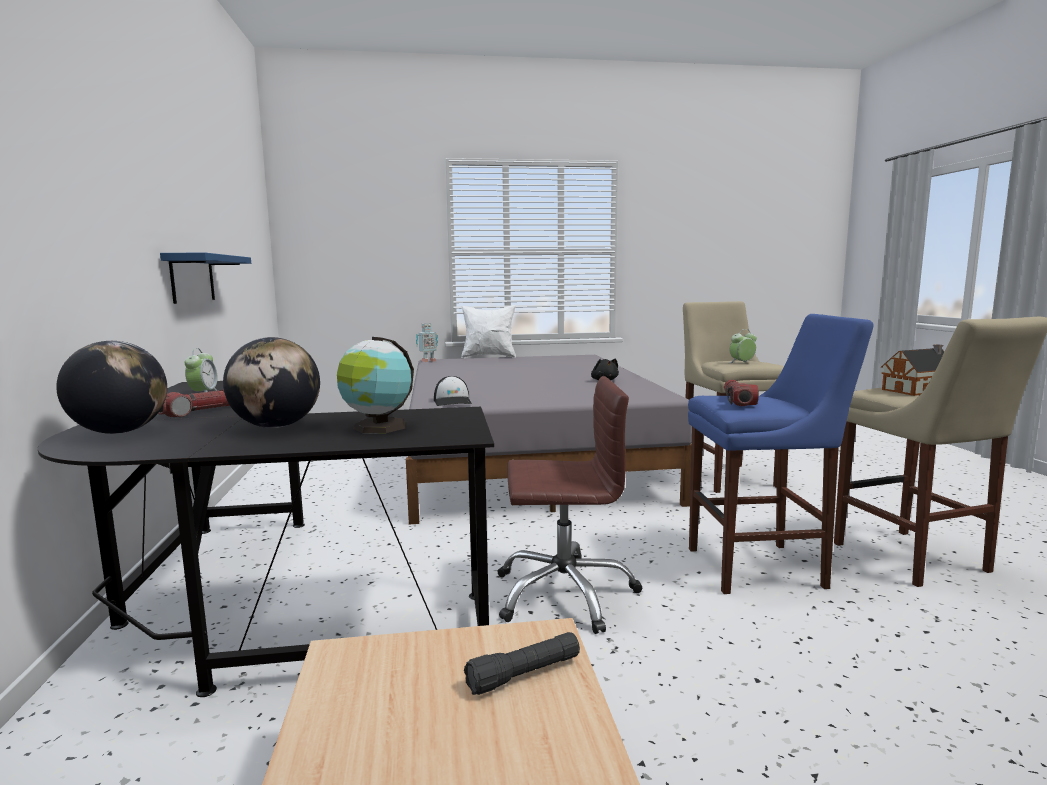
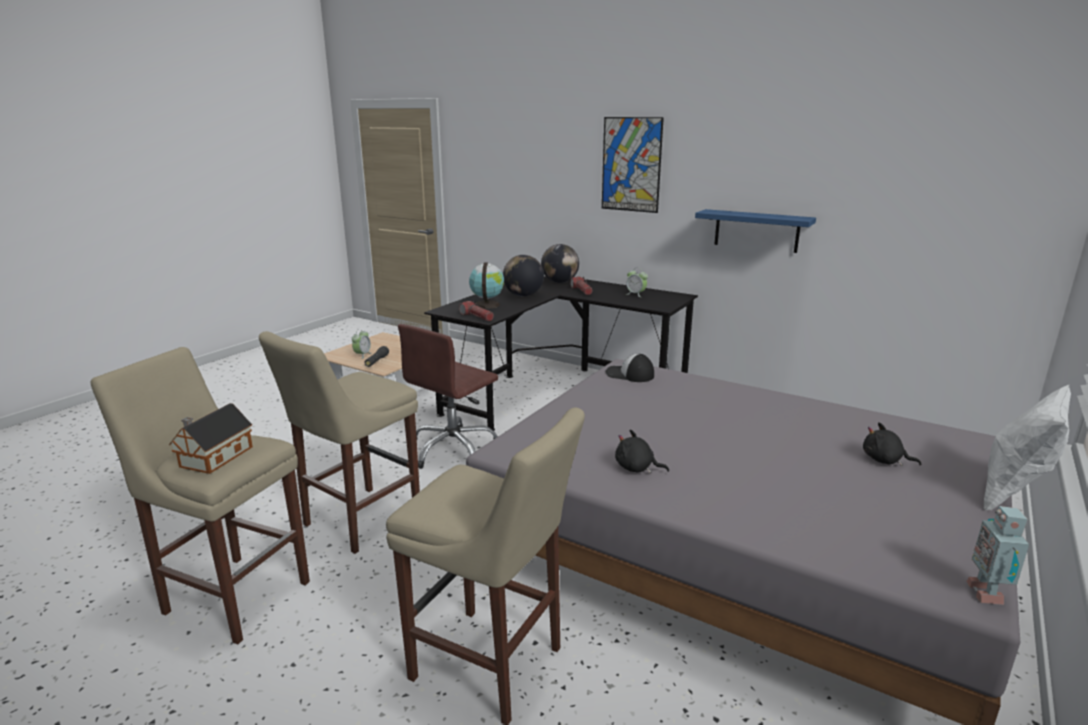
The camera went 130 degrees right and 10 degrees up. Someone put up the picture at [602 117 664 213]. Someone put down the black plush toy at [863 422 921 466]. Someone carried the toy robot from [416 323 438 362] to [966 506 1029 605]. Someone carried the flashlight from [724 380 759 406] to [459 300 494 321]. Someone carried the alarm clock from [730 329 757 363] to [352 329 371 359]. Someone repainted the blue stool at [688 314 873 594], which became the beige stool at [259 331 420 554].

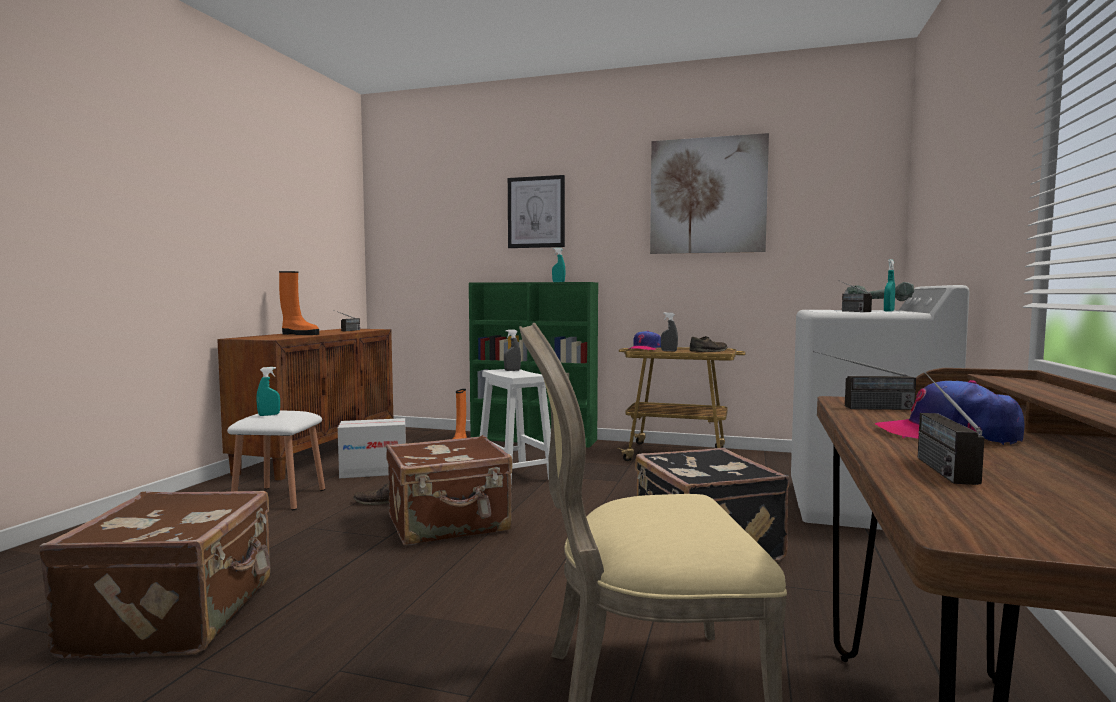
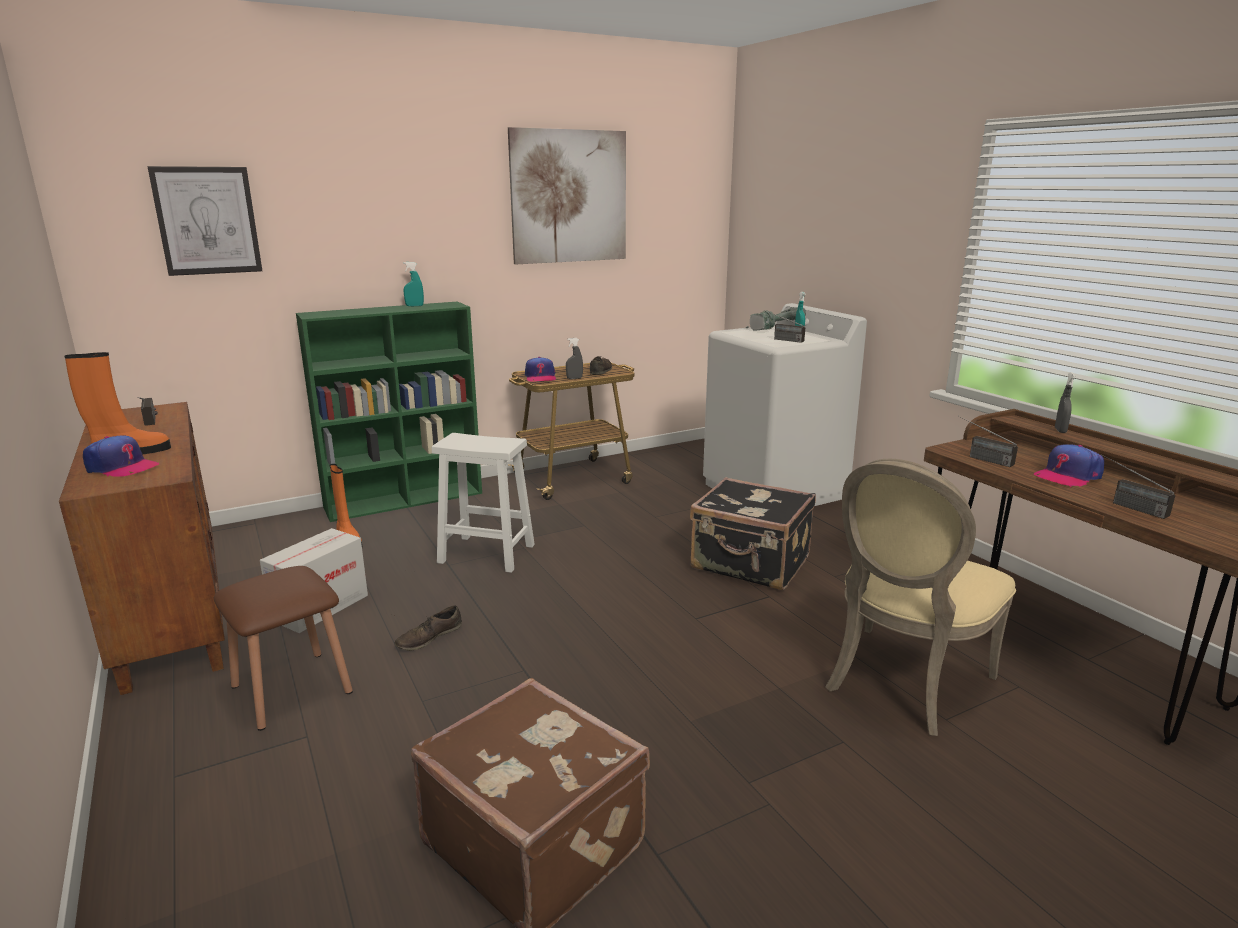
The camera went 45 degrees left and 15 degrees up. Someone took away the turquoise spray bottle at [257 367 280 416]. Someone took away the brown suitcase at [386 435 512 546]. Someone put down the cap at [83 435 159 477]. Someone carried the grey spray bottle from [504 330 521 371] to [1055 372 1076 433]. Someone carried the picture from [508 175 565 248] to [147 166 262 276]. Someone repainted the white stool at [227 411 325 510], which became the brown stool at [214 566 353 731]. Someone rotated the radio at [813 351 916 410] by 90 degrees clockwise.

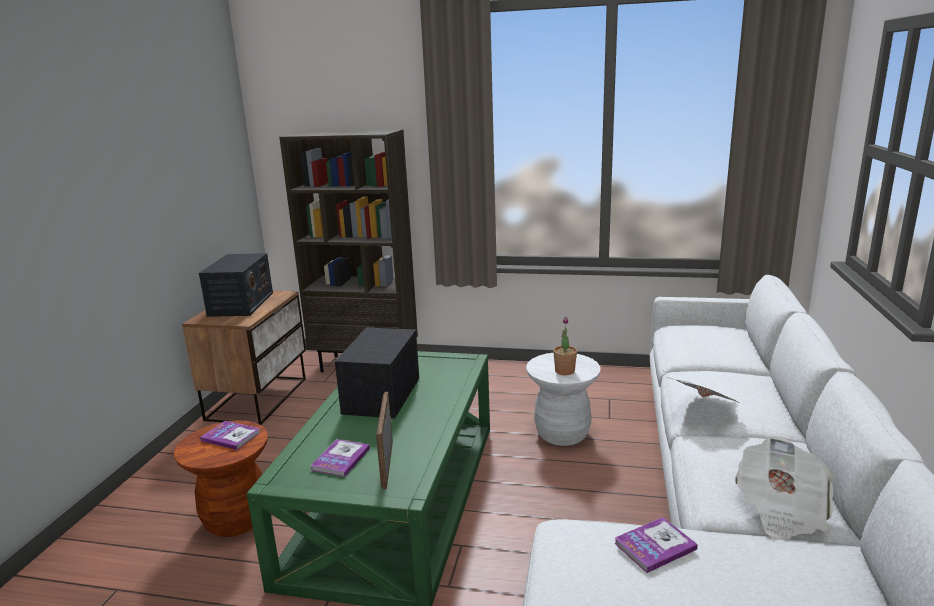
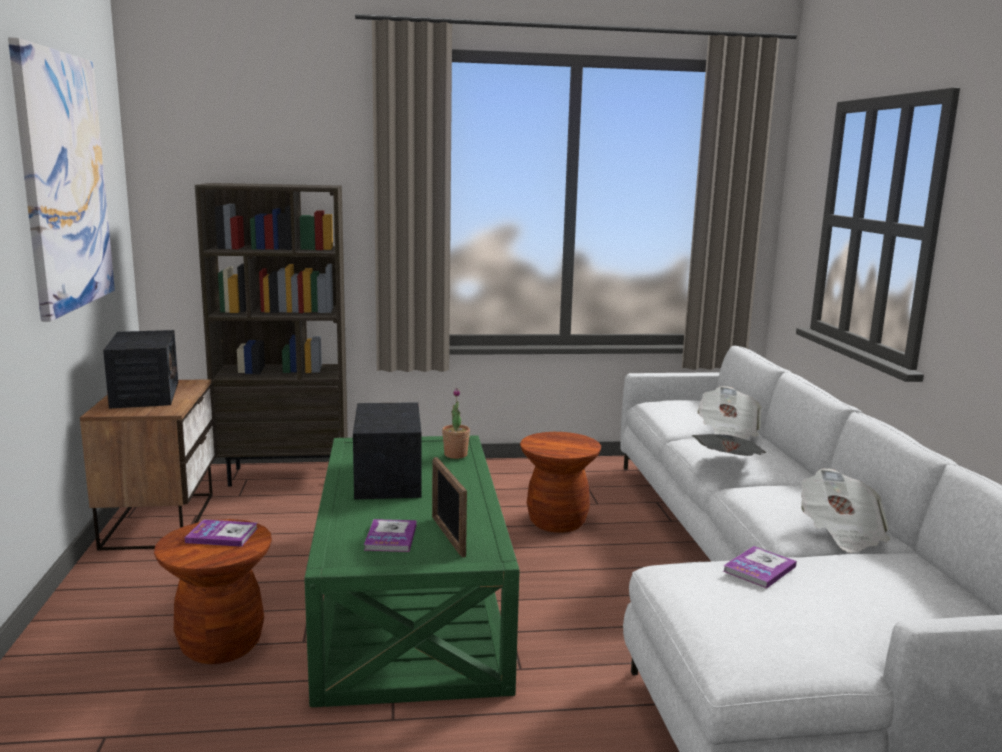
The camera went 20 degrees left and 5 degrees down. Someone put up the picture at [8 37 115 321]. Someone put down the newspaper at [697 386 761 439]. Someone carried the potted plant from [553 317 577 375] to [442 388 470 459]. Someone repainted the white stool at [526 353 601 446], which became the brown stool at [520 432 601 533].

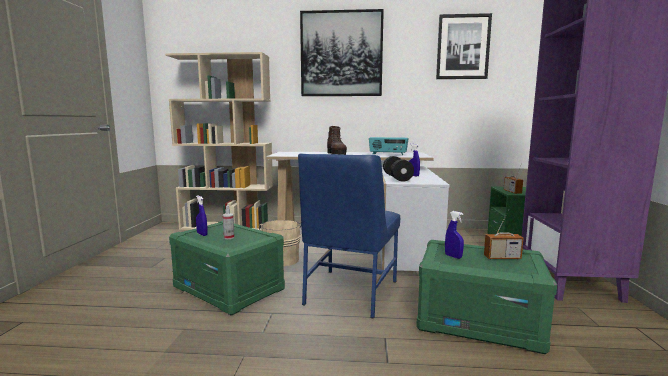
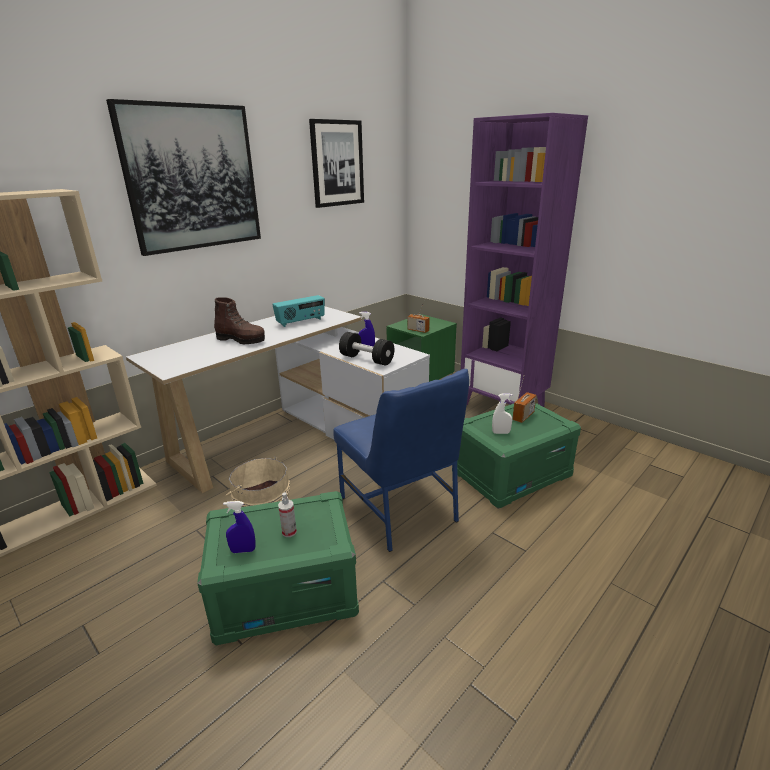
The camera went 50 degrees left and 15 degrees up. Someone repainted the blue spray bottle at [445 211 464 259], which became the white spray bottle at [492 394 513 434].

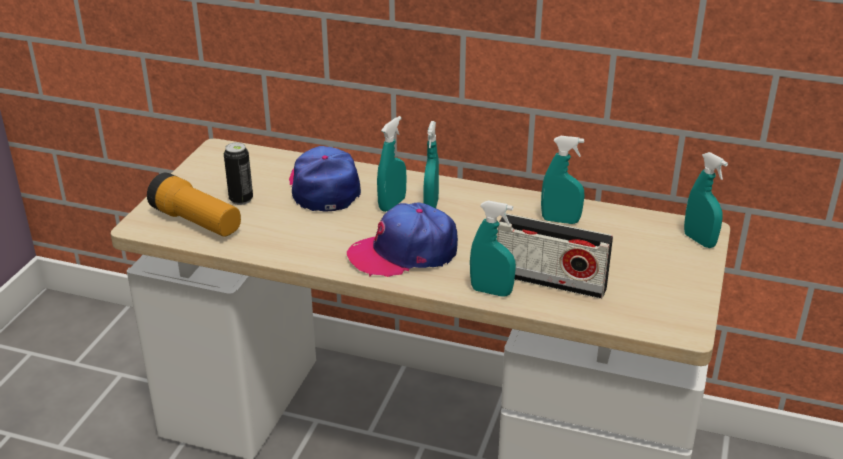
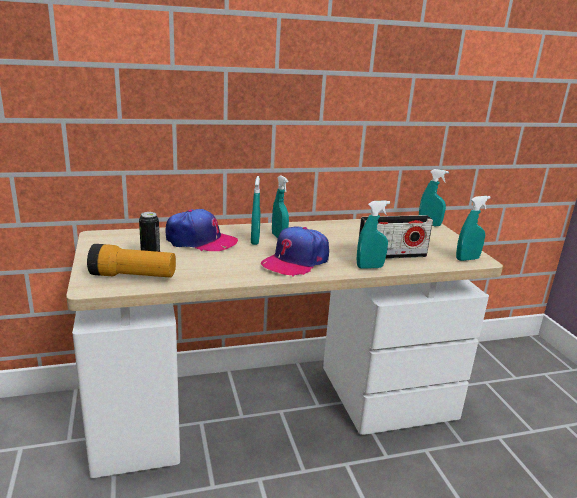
The camera went 35 degrees left and 10 degrees down. Someone carried the turquoise spray bottle from [541 136 584 224] to [456 196 491 261]. Someone rotated the cap at [289 146 361 212] by 150 degrees clockwise.

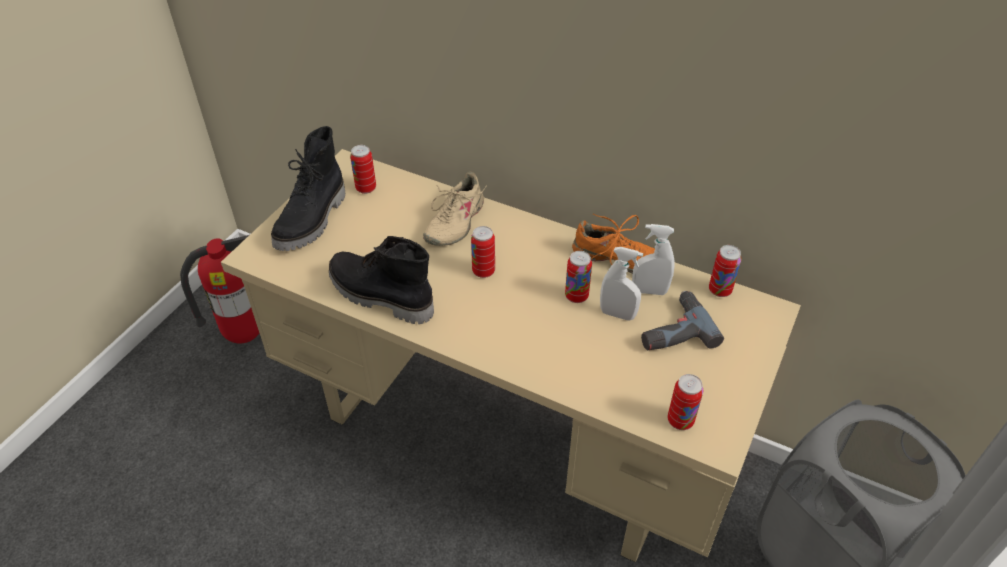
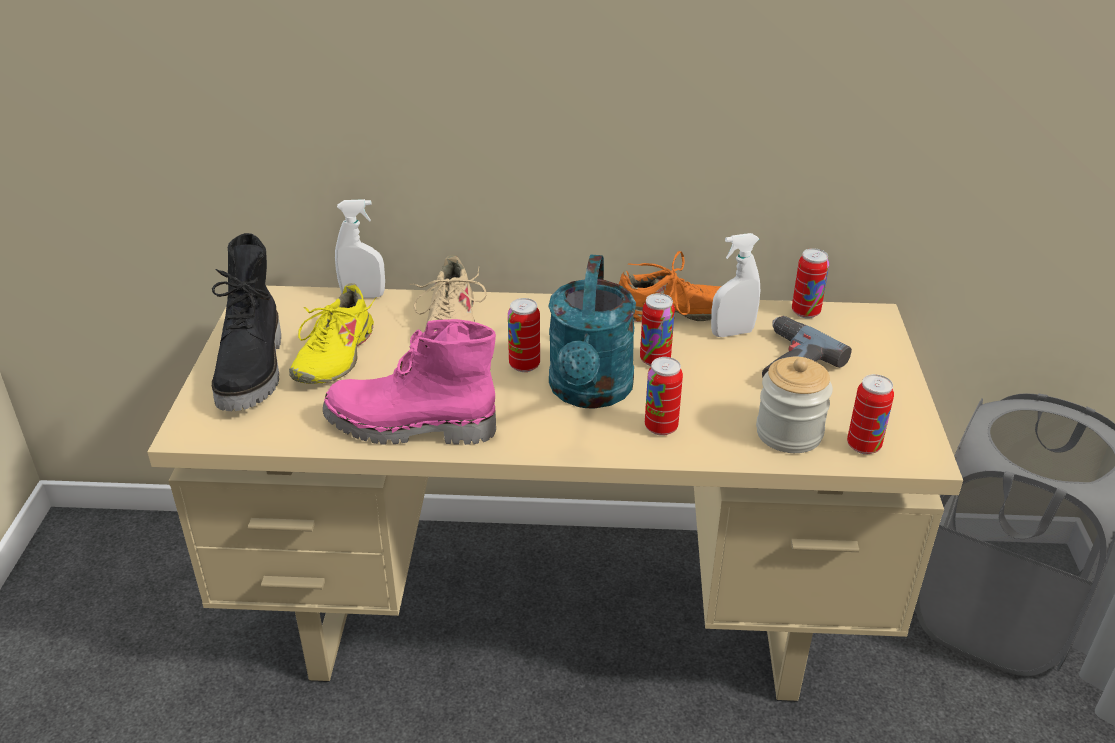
The camera went 25 degrees left and 10 degrees down. Someone took away the fire extinguisher at [180 235 259 344]. Someone put down the yellow shoe at [289 283 376 384]. Someone put down the turquoise watering can at [548 255 636 408]. Someone put down the jar at [756 357 833 453]. Someone carried the can from [350 145 376 194] to [645 357 683 436]. Someone carried the white spray bottle from [600 247 643 321] to [335 199 385 298]. Someone repainted the black boot at [329 236 434 324], which became the pink boot at [323 319 496 445].

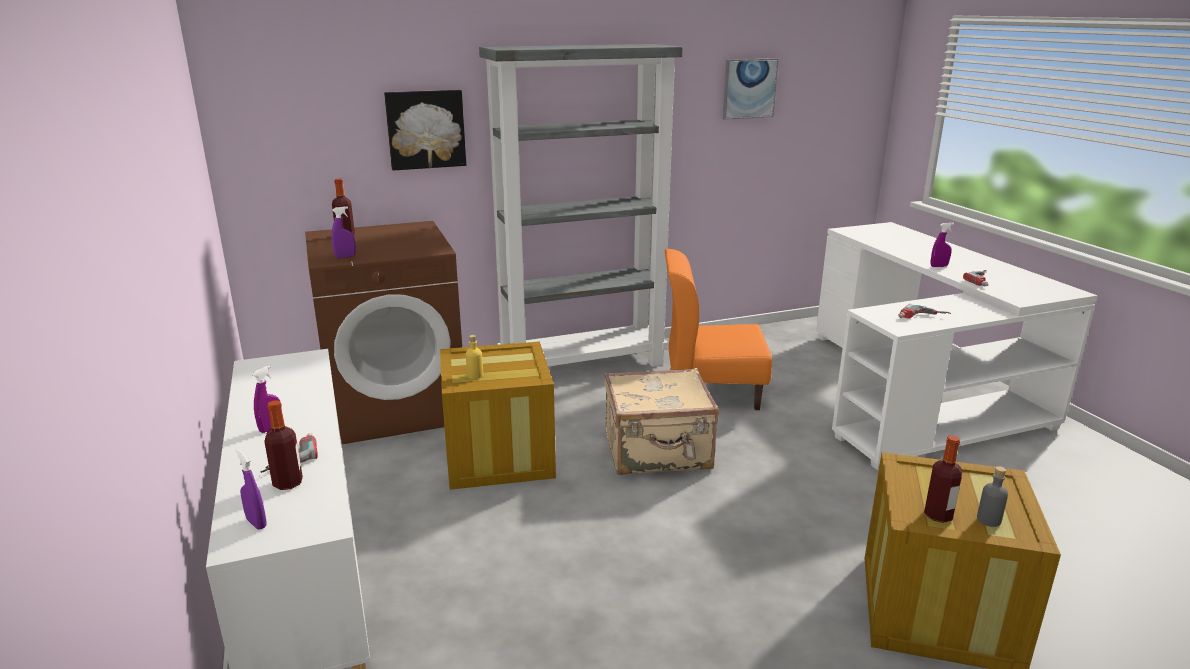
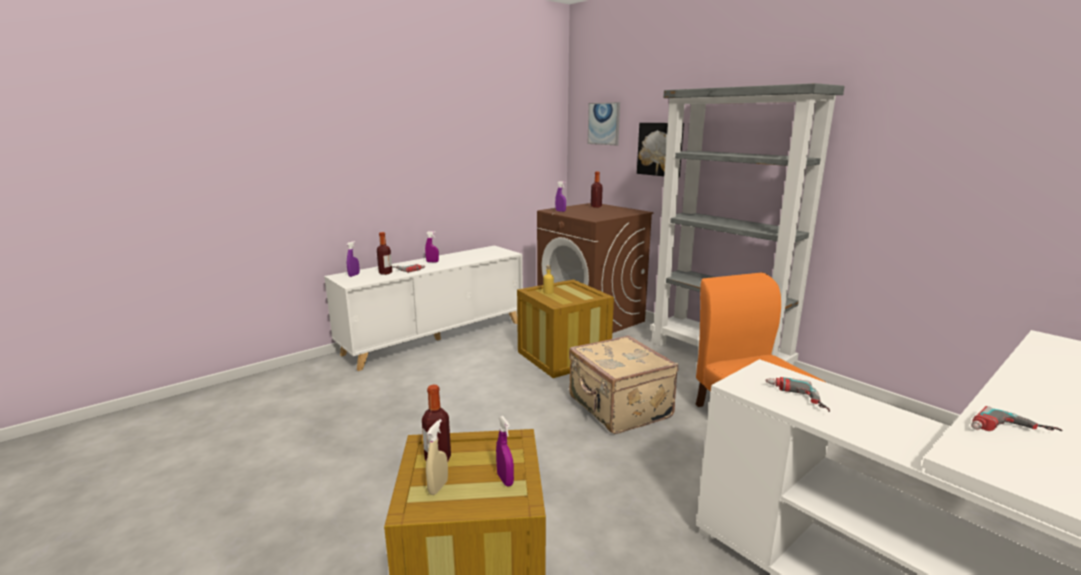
The camera went 70 degrees right and 5 degrees down. Someone carried the picture from [723 58 778 120] to [588 102 620 145]. Someone carried the purple spray bottle from [931 223 954 267] to [496 416 514 486]. Someone swapped the grey bottle at [977 466 1008 527] for the beige spray bottle at [426 419 448 495].

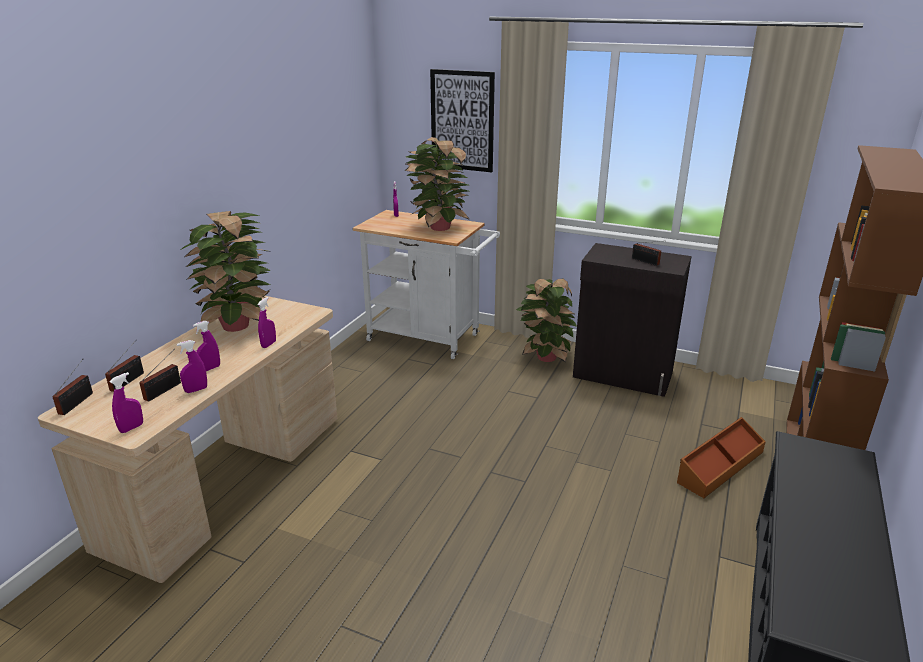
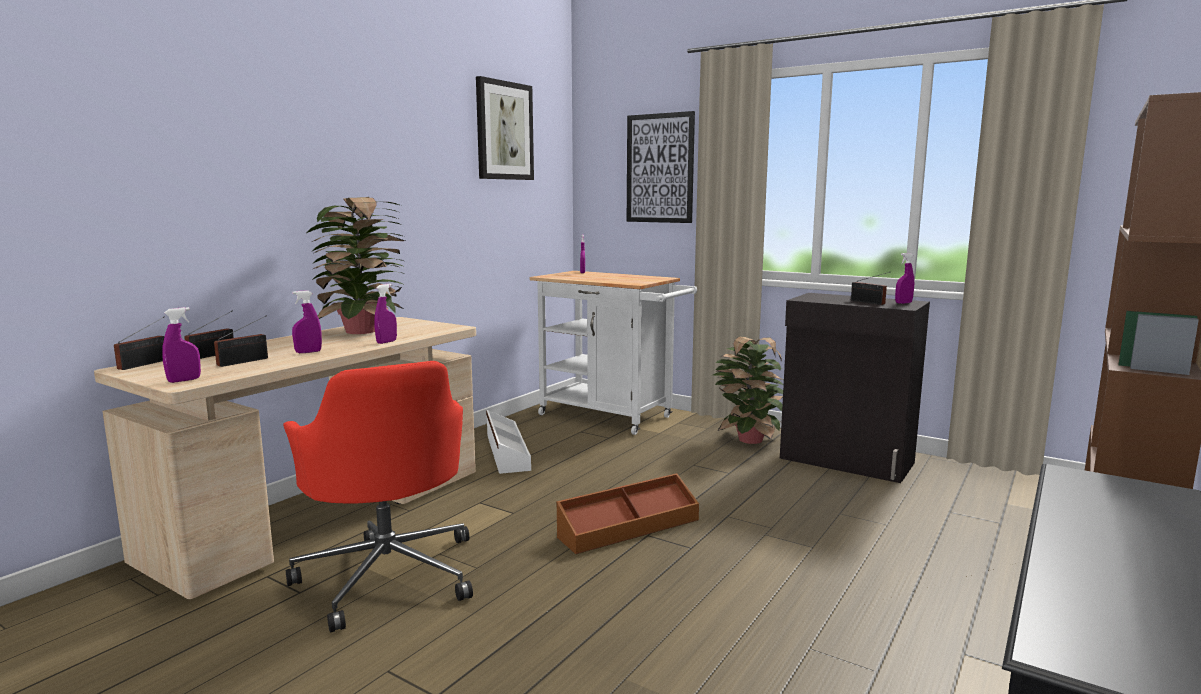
The camera went 10 degrees right and 15 degrees down. Someone took away the potted plant at [405 137 470 231]. Someone put down the red office chair at [283 361 473 633]. Someone put up the picture at [476 76 534 180]. Someone put down the white storage box at [486 410 531 474]. Someone carried the purple spray bottle from [177 340 207 393] to [895 253 914 304]. Someone carried the brown storage box from [677 417 766 498] to [556 473 699 554].

